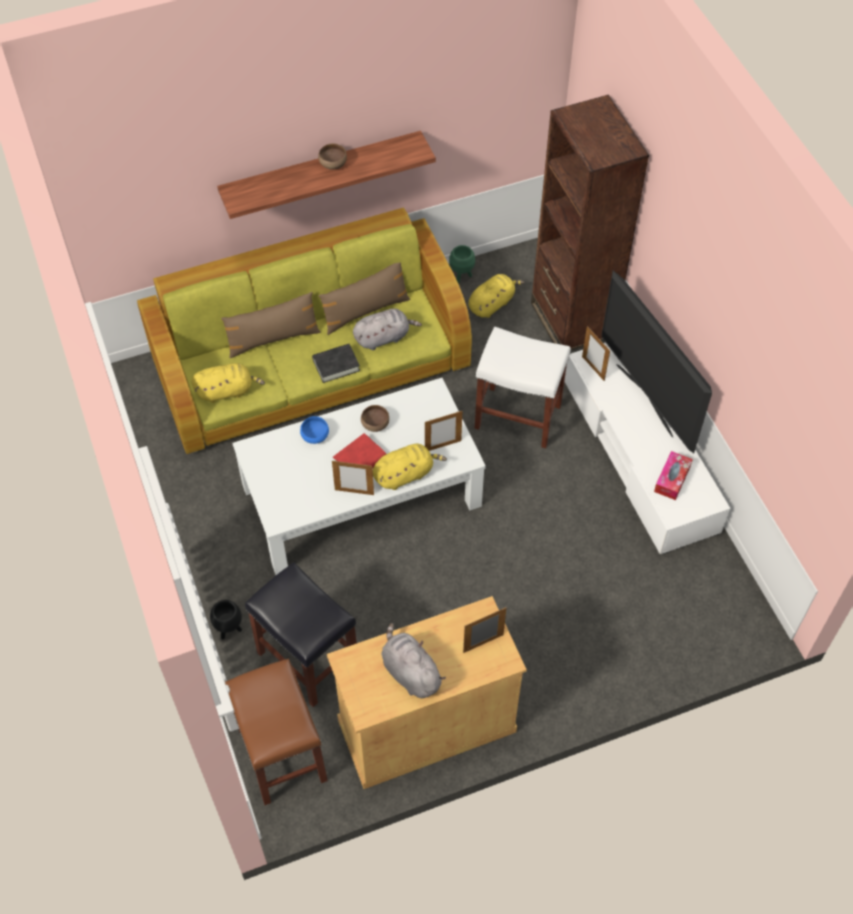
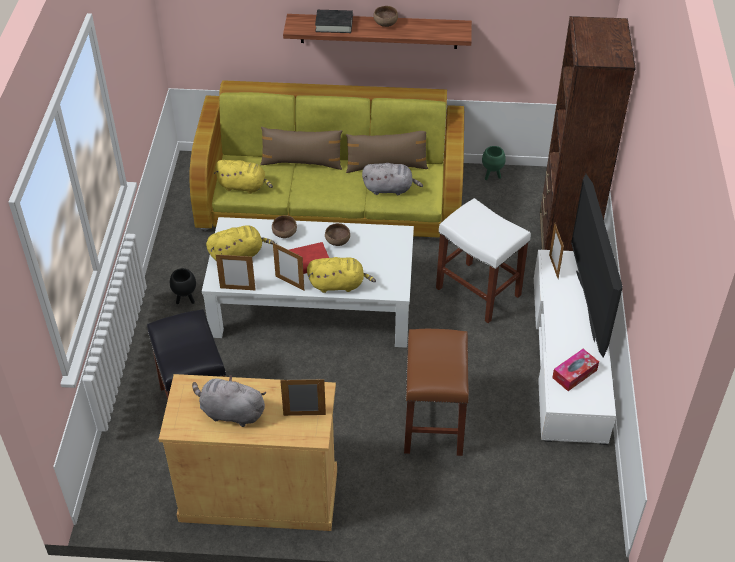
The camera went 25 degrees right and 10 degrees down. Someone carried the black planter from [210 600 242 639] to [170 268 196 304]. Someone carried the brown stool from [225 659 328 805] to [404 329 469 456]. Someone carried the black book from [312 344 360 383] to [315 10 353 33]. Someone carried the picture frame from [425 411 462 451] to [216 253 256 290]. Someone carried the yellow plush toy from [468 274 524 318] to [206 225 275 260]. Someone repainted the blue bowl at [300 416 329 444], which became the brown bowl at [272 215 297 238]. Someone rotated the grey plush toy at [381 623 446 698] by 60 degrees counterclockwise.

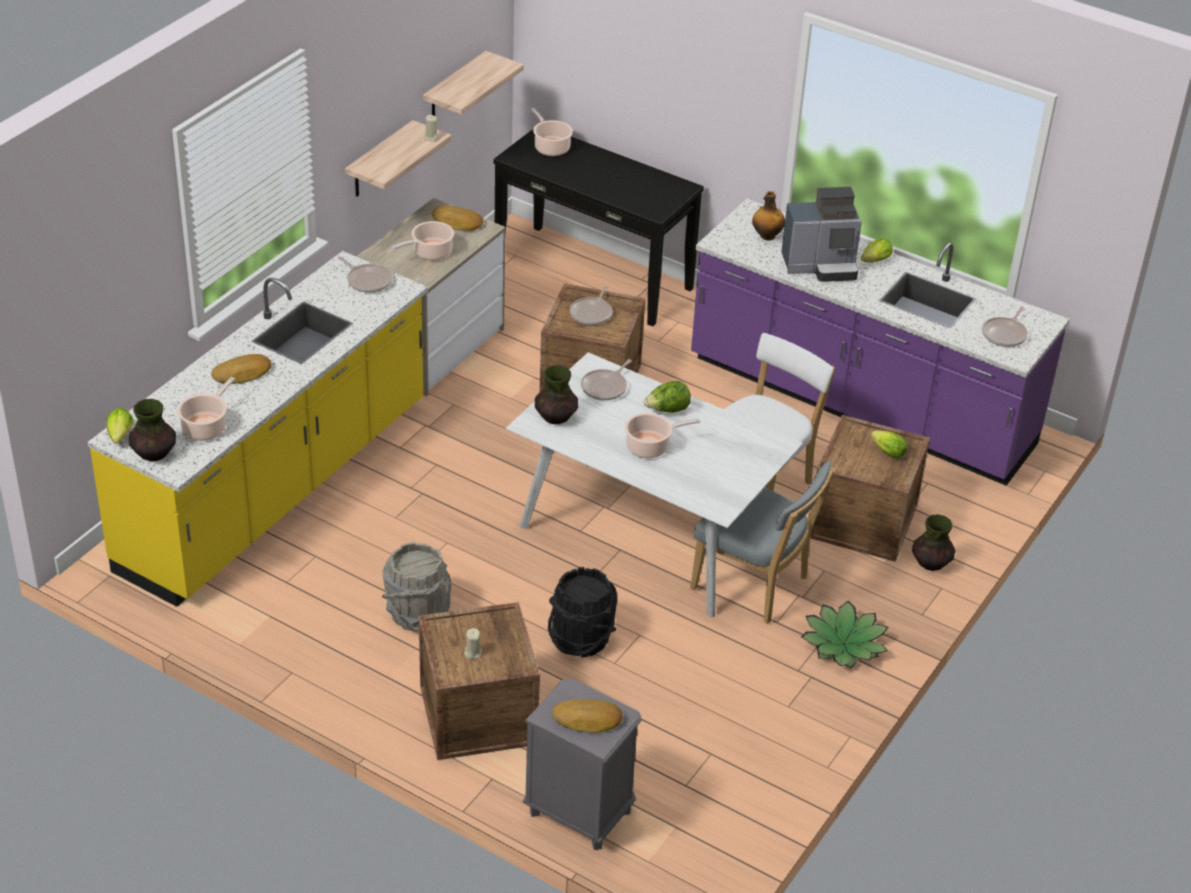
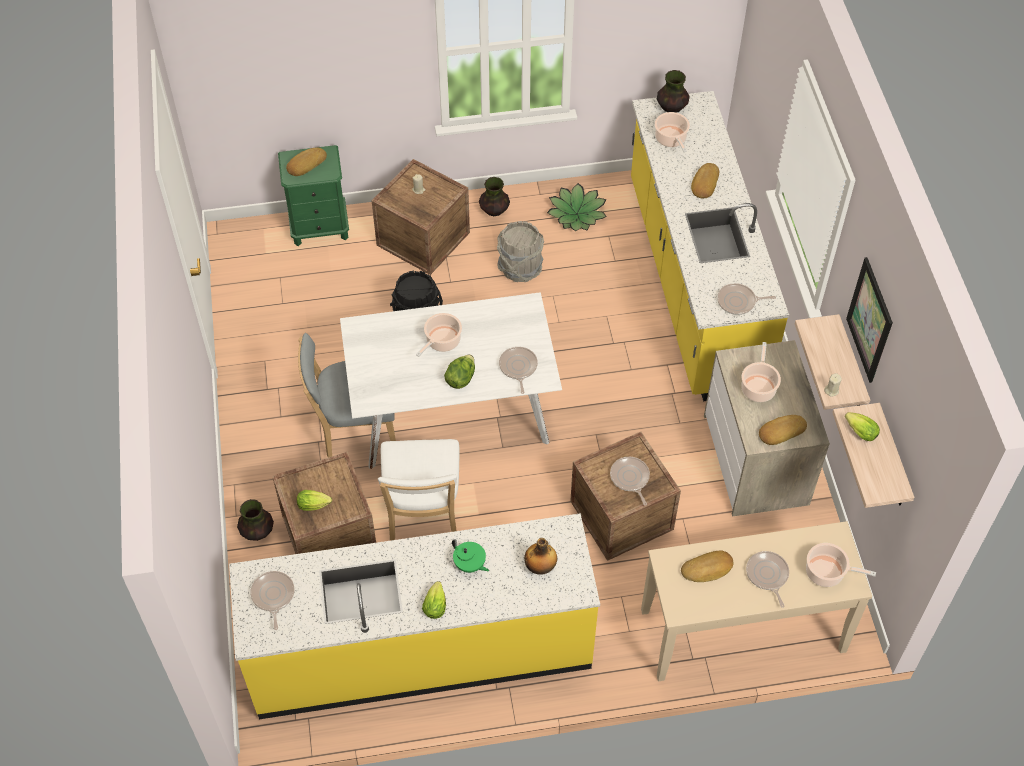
The camera went 140 degrees right and 15 degrees up. Someone put down the bread at [681 550 733 582]. Someone put down the frying pan at [746 551 789 608]. Someone put up the picture at [846 257 893 383]. Someone carried the lettuce from [107 408 134 444] to [845 412 880 441]. Someone carried the vase from [535 365 578 424] to [479 177 510 216]. Someone carried the potted plant from [801 600 888 668] to [547 183 607 231]. Someone swapped the coffee machine at [781 187 862 282] for the green teapot at [452 539 489 573]. Someone repainted the black console table at [493 129 704 327], which became the beige console table at [641 521 872 681]. Someone repainted the grey nightstand at [523 678 642 850], which became the green nightstand at [278 145 349 246]. Someone repainted the purple counter at [691 199 1070 486], which became the yellow counter at [229 513 600 719].

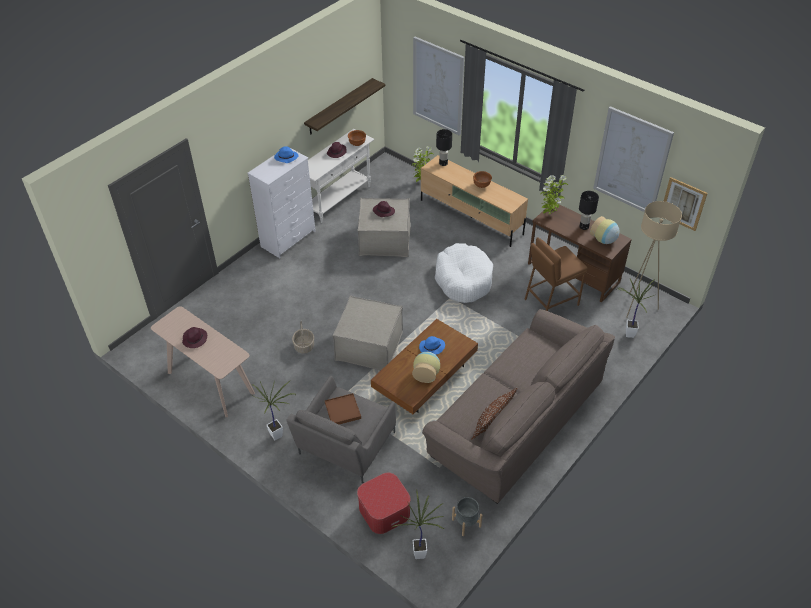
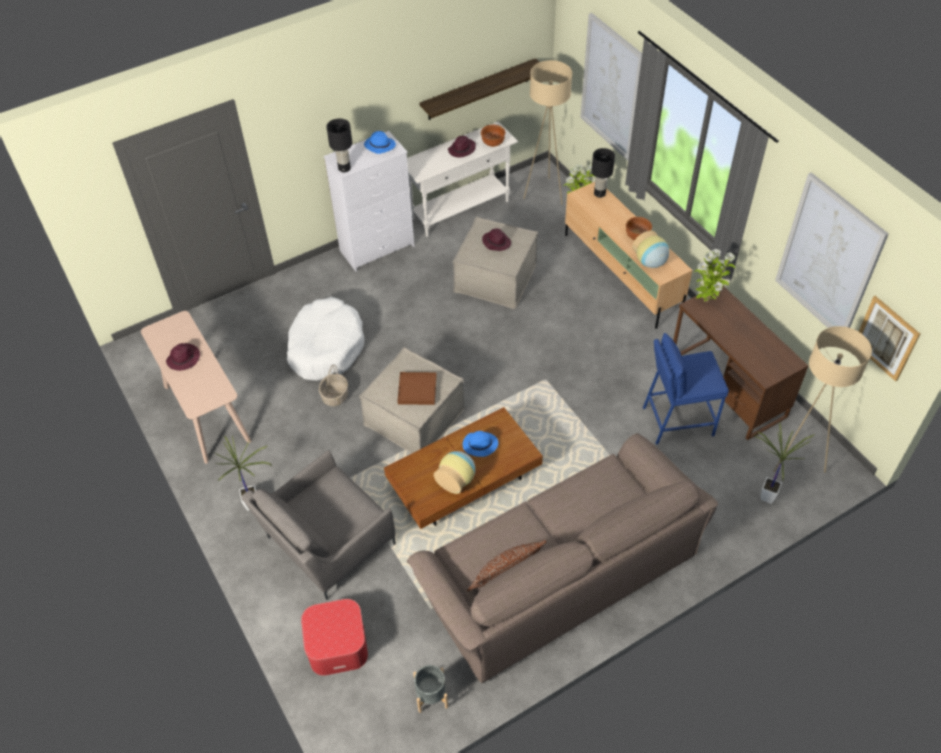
The camera went 20 degrees right and 5 degrees up. Someone took away the potted plant at [391 490 445 559]. Someone put down the beige floor lamp at [523 60 572 205]. Someone carried the brown tray from [325 393 361 424] to [398 372 436 405]. Someone carried the white dog bed from [435 243 493 303] to [287 297 365 381]. Someone carried the black table lamp from [579 191 599 230] to [326 119 352 172]. Someone carried the vase from [590 216 620 244] to [632 231 669 268]. Someone repainted the brown stool at [525 237 587 311], which became the blue stool at [643 333 729 445].

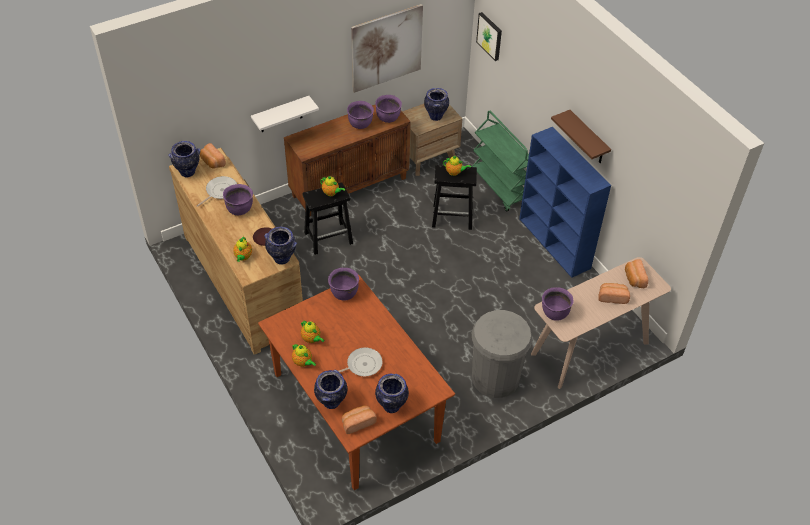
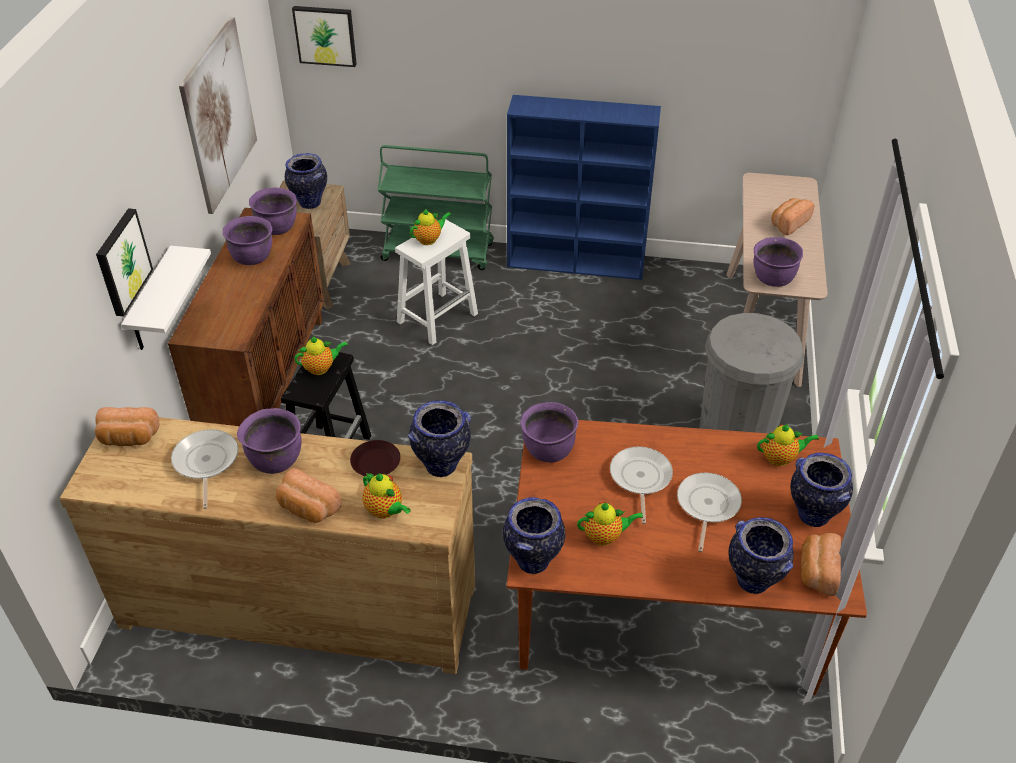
The camera went 50 degrees left and 5 degrees down. Someone took away the brown shelf at [551 110 611 163]. Someone put up the picture at [96 208 153 316]. Someone put down the frying pan at [610 446 673 524]. Someone carried the vase from [168 141 201 177] to [503 497 565 574]. Someone carried the teapot from [292 344 316 367] to [757 424 819 466]. Someone carried the bread from [625 259 648 288] to [276 468 342 523]. Someone repainted the black stool at [432 165 477 230], which became the white stool at [395 220 478 345].

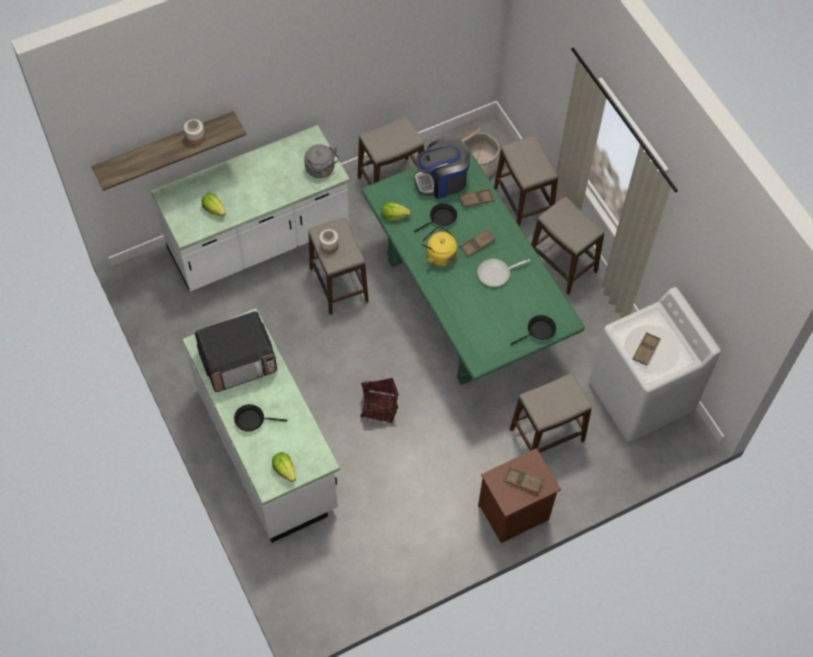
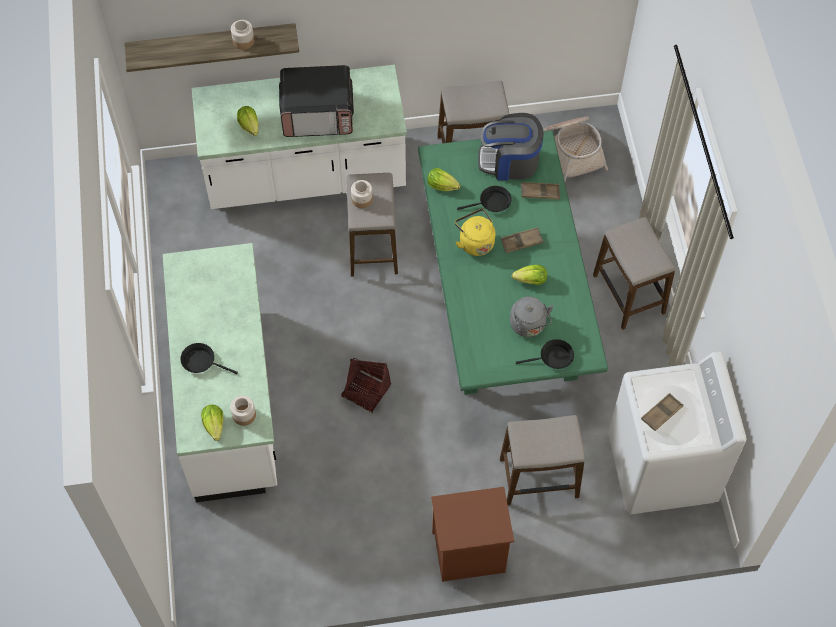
The camera went 20 degrees right and 0 degrees up. Someone took away the stool at [494 135 558 227]. Someone took away the brown tray at [504 467 544 494]. Someone put down the jar at [230 395 256 426]. Someone carried the microwave from [195 311 277 392] to [279 65 354 137]. Someone carried the grey kettle from [304 144 339 178] to [510 296 554 337]. Someone swapped the frying pan at [477 259 530 287] for the lettuce at [512 265 547 285].

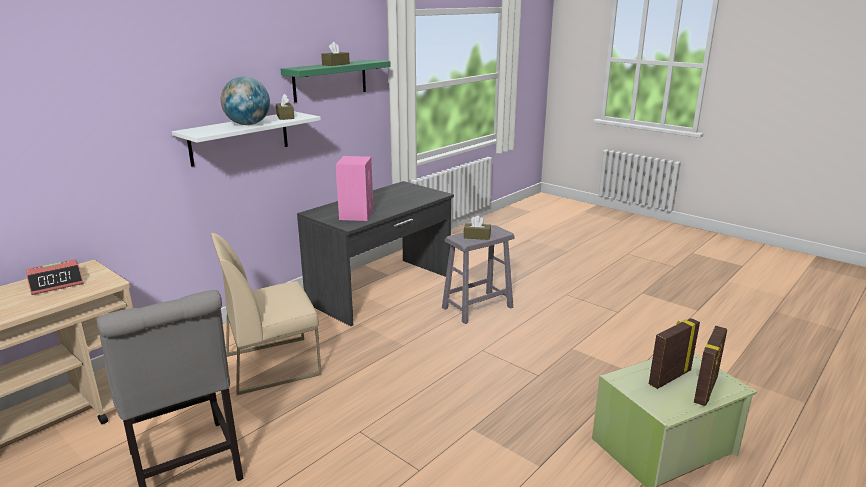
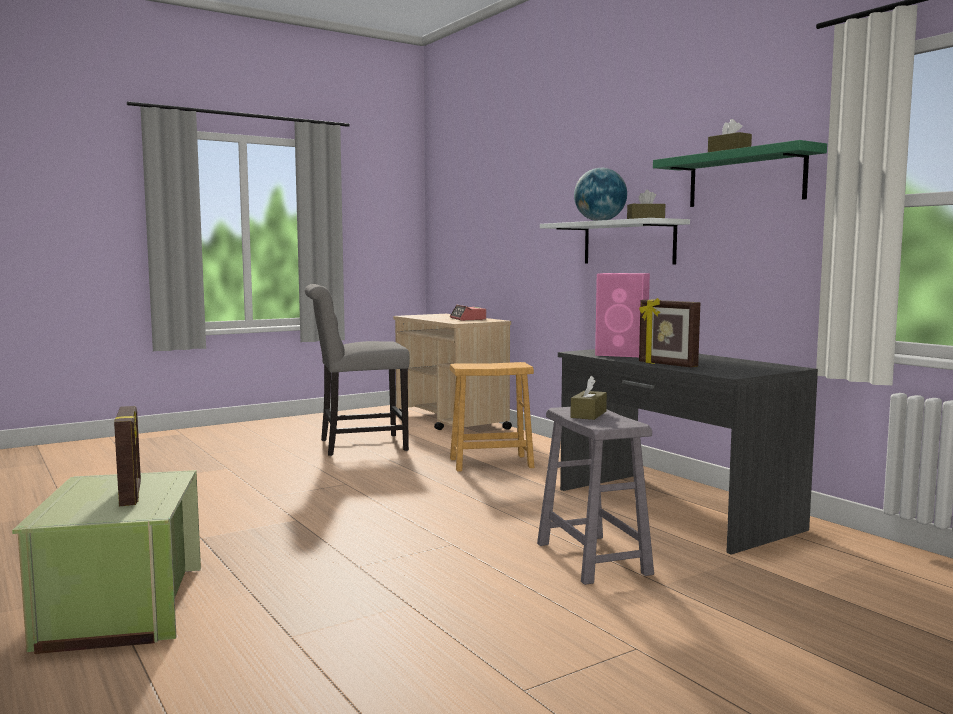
The camera went 105 degrees right and 15 degrees down. Someone carried the picture frame from [694 326 727 406] to [639 298 700 368]. Someone swapped the beige chair at [211 233 322 395] for the brown stool at [450 362 534 472].

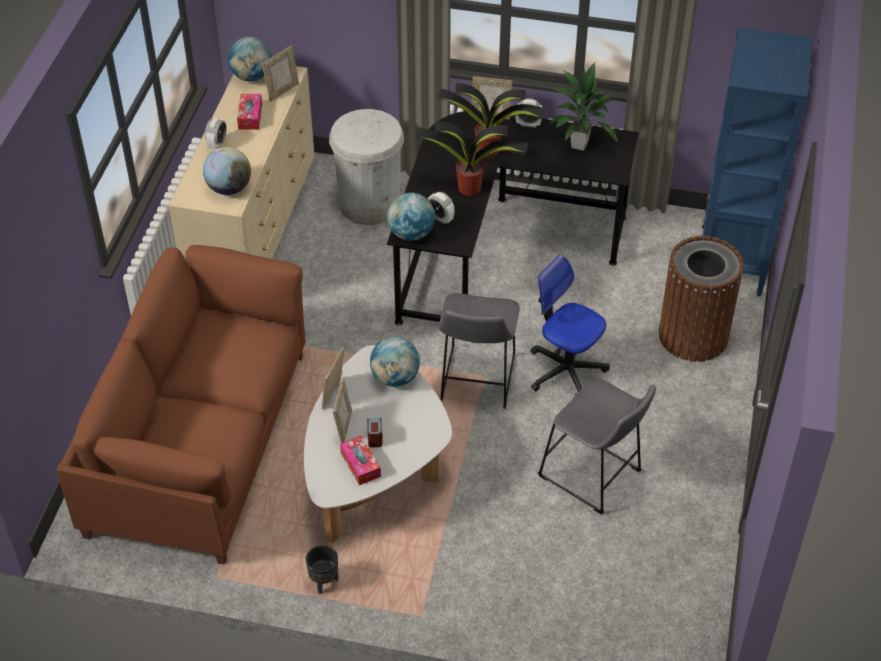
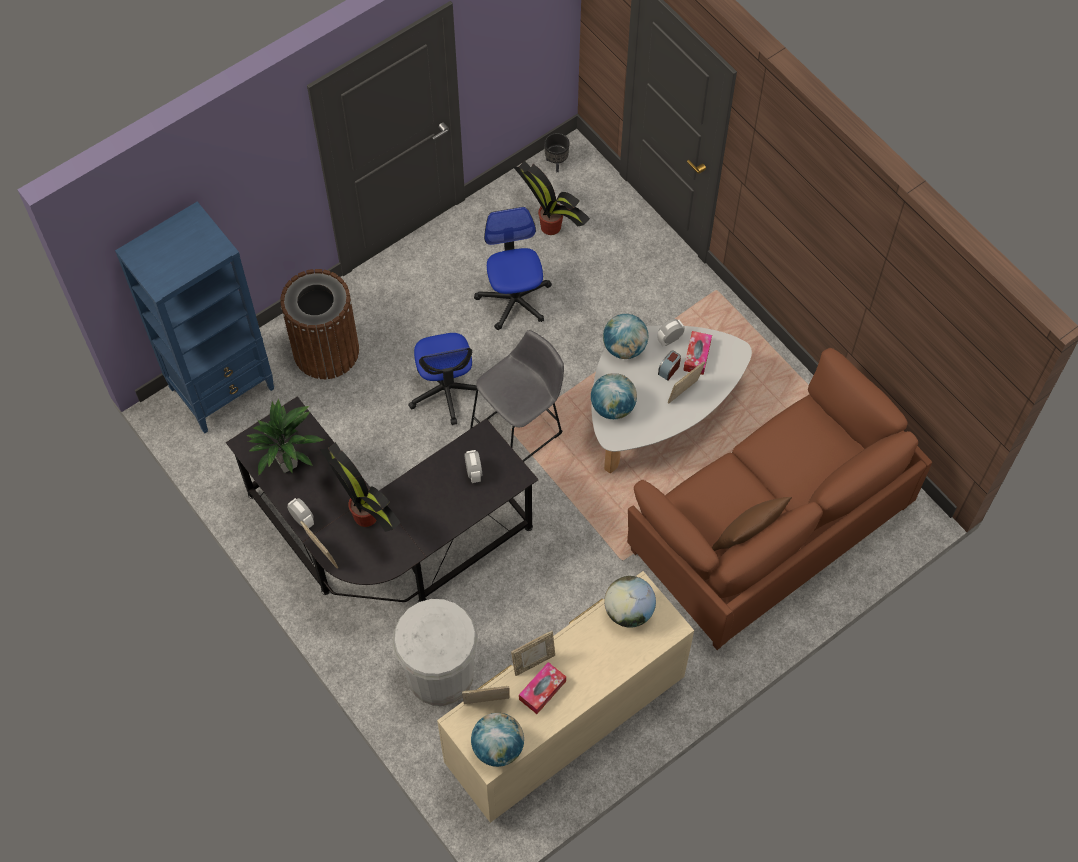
The camera went 140 degrees left and 15 degrees up. Someone put down the brown pillow at [712 497 792 551]. Someone carried the alarm clock from [205 118 227 150] to [657 319 685 346]. Someone carried the black planter from [306 545 338 594] to [544 133 570 172]. Someone carried the picture frame from [322 347 344 410] to [511 631 555 676]. Someone carried the globe from [387 193 435 241] to [603 314 648 359]. Someone carried the potted plant from [416 121 528 195] to [513 161 590 235]. Someone swapped the grey stool at [538 379 656 514] for the office chair at [474 207 552 330].

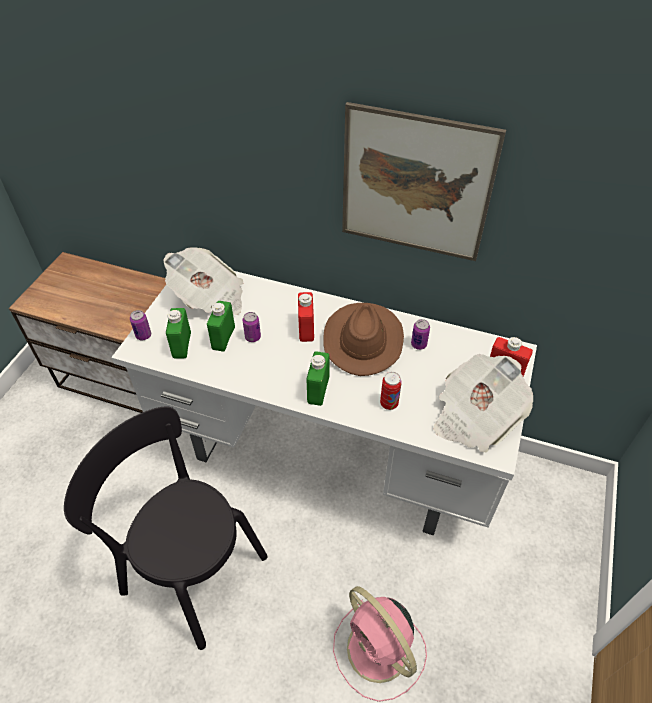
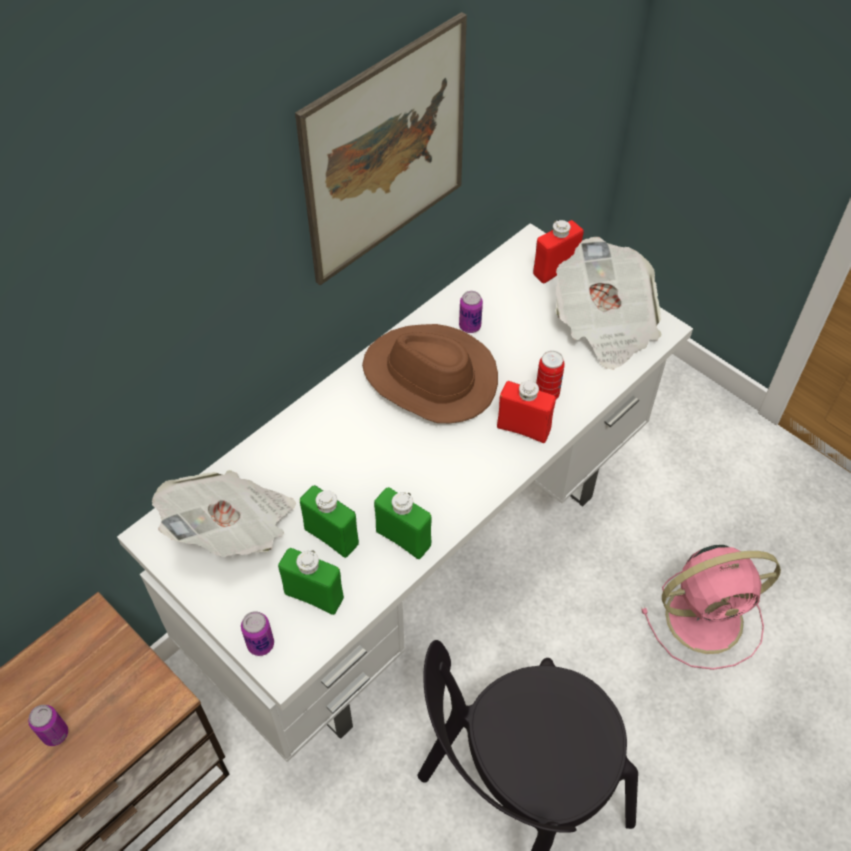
The camera went 65 degrees left and 5 degrees up. Someone carried the can from [243 312 261 342] to [28 705 68 746]. Someone carried the red bottle from [298 292 314 342] to [497 381 556 443]. Someone carried the green bottle from [306 351 329 406] to [374 487 432 559].

